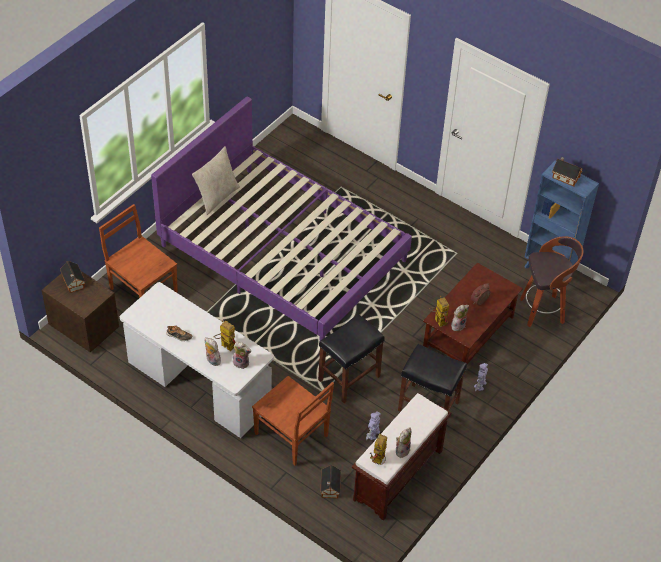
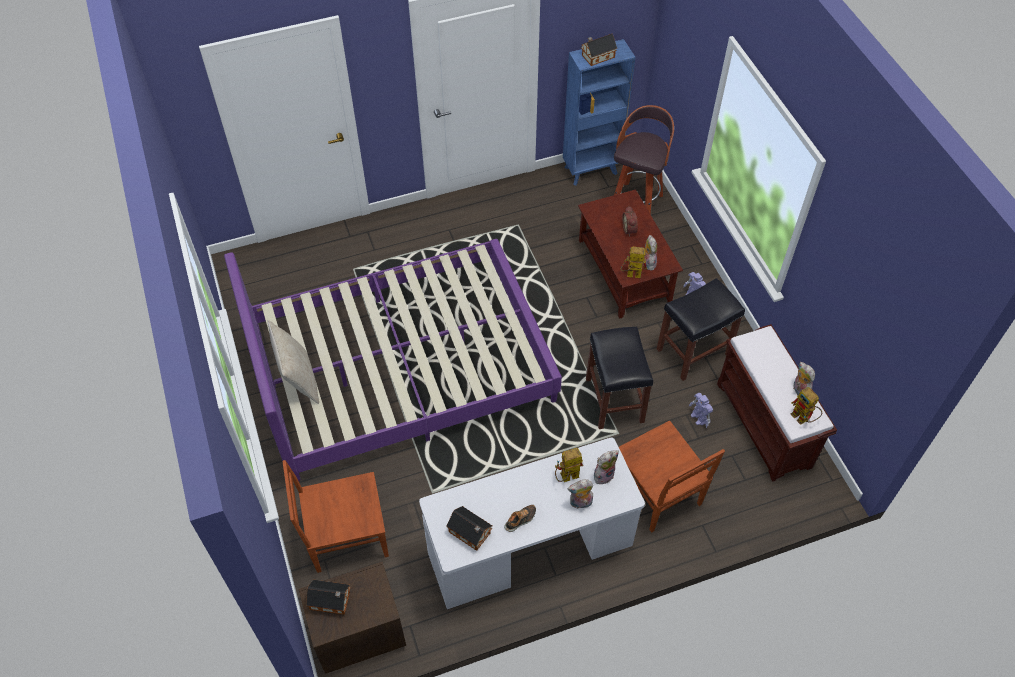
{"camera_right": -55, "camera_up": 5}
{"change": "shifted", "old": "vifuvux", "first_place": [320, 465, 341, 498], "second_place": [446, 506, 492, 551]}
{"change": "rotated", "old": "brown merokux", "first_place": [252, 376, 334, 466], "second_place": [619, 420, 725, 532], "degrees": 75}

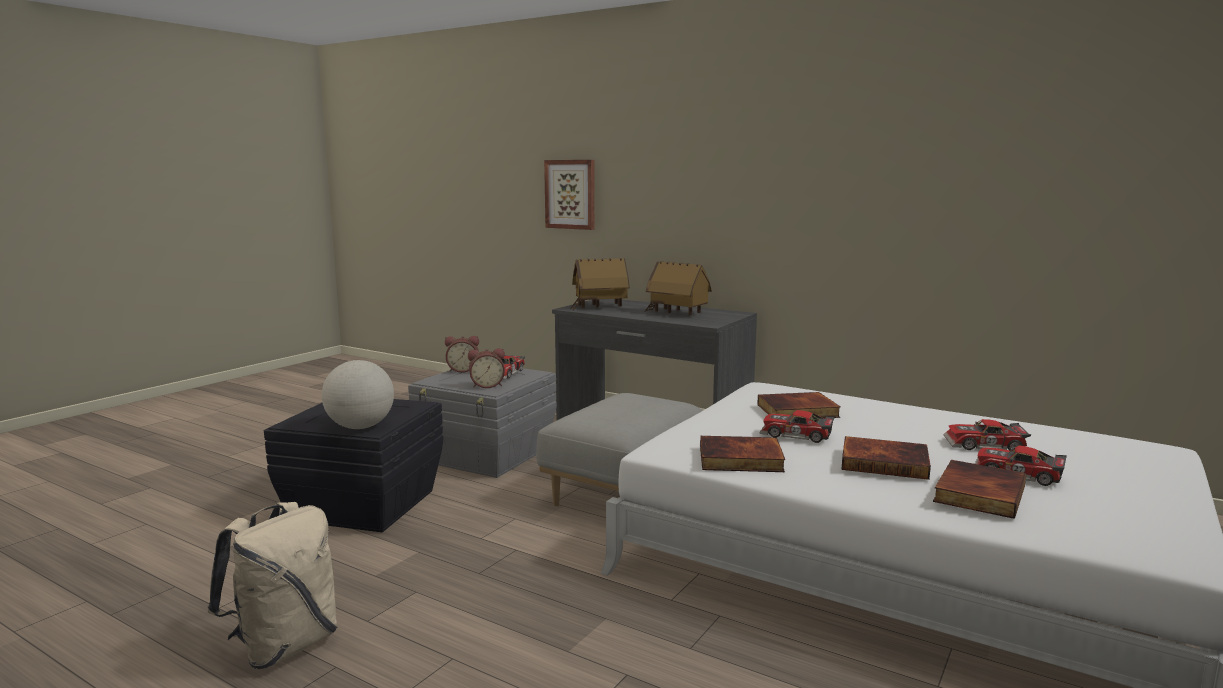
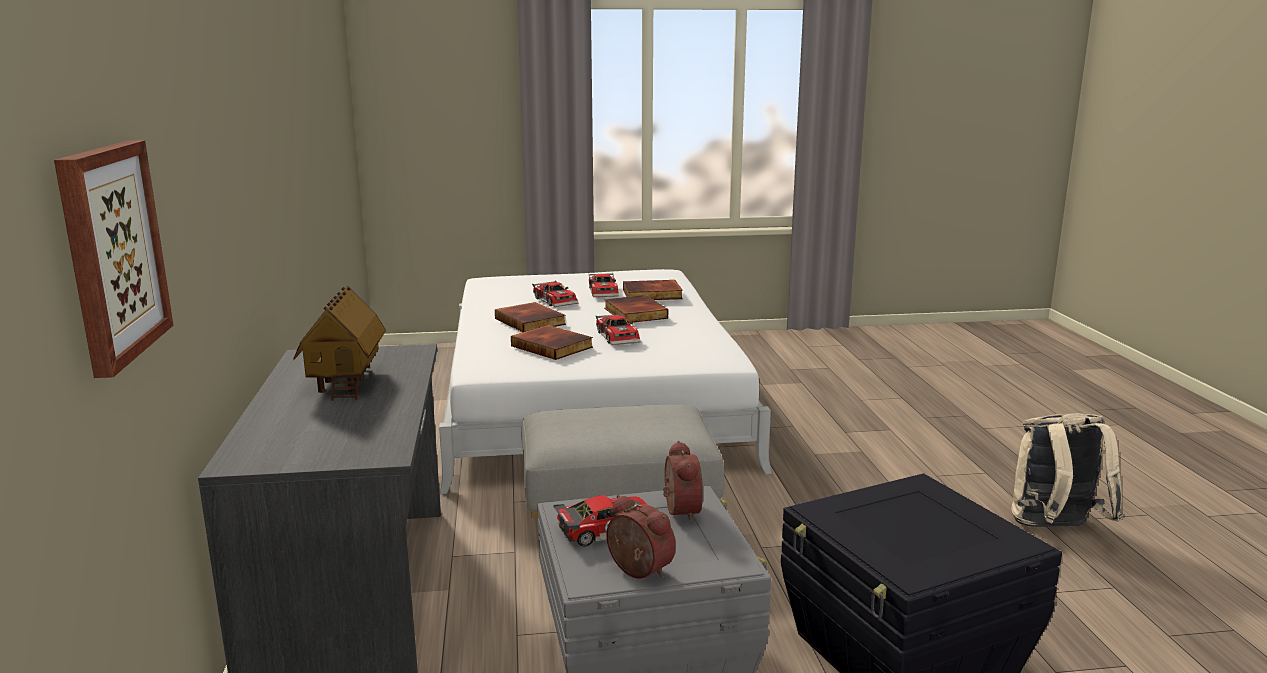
{"camera_right": -130, "camera_up": 5}
{"change": "shifted", "old": "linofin", "first_place": [700, 436, 785, 472], "second_place": [495, 302, 566, 332]}
{"change": "rotated", "old": "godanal", "first_place": [468, 348, 505, 388], "second_place": [663, 441, 703, 522], "degrees": 45}
{"change": "gone", "old": "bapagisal", "first_place": [322, 360, 394, 429]}
{"change": "gone", "old": "vifuvux", "first_place": [571, 258, 630, 311]}

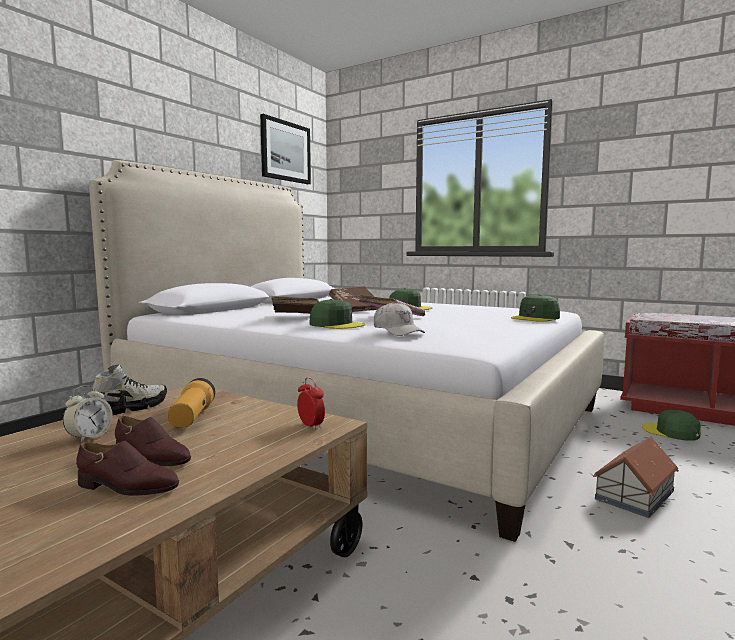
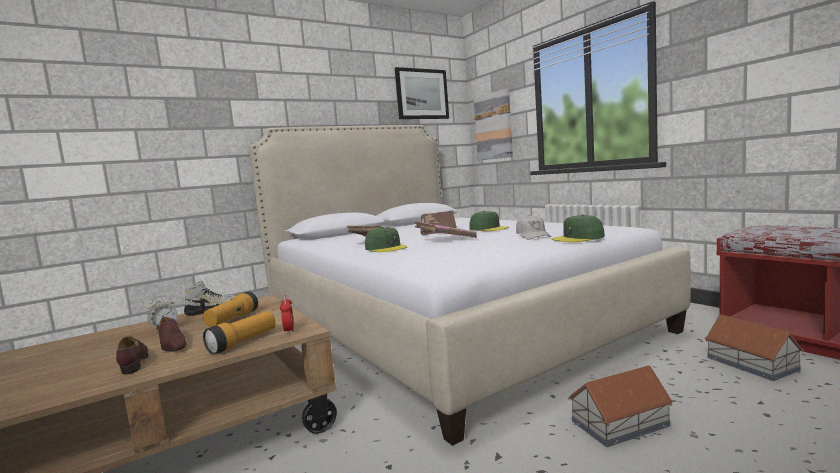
{"camera_right": 25, "camera_up": 0}
{"change": "rotated", "old": "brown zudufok", "first_place": [76, 440, 179, 496], "second_place": [116, 336, 149, 374], "degrees": -150}
{"change": "new", "new": "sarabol", "second_place": [203, 311, 275, 355]}
{"change": "new", "new": "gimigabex", "second_place": [473, 89, 513, 161]}
{"change": "shifted", "old": "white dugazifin", "first_place": [374, 302, 425, 336], "second_place": [516, 215, 551, 240]}
{"change": "swapped", "old": "green dugazifin", "new": "vifuvux", "first_place": [642, 410, 701, 441], "second_place": [704, 314, 804, 381]}

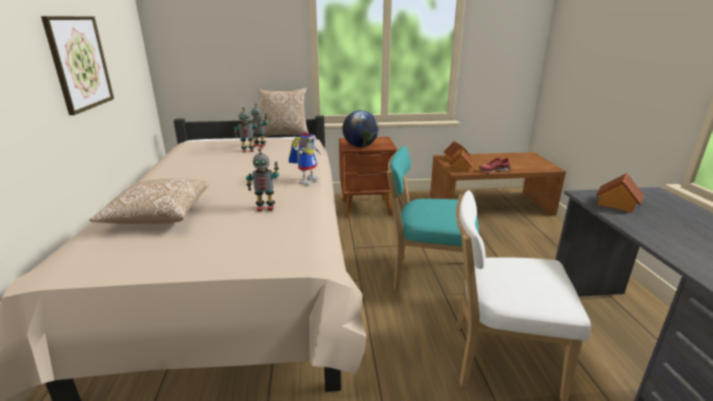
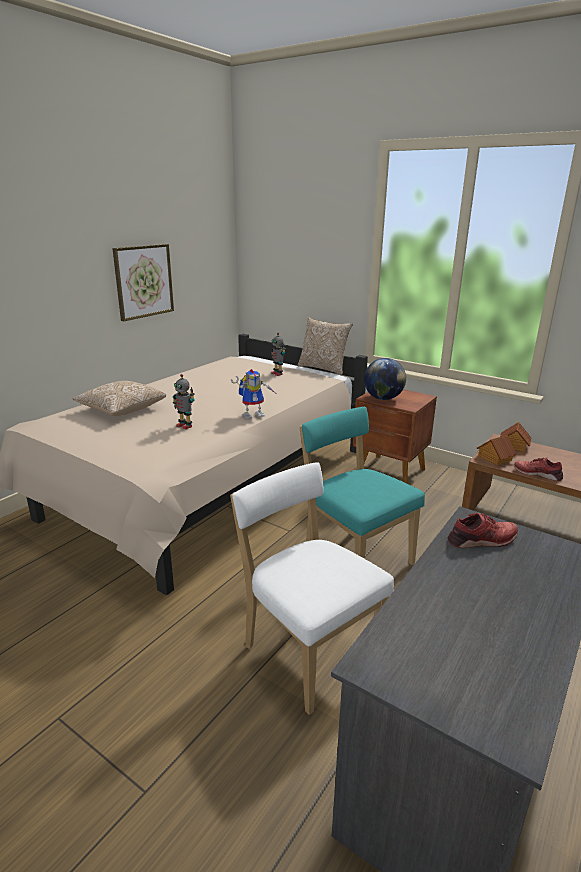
{"camera_right": 40, "camera_up": 0}
{"change": "swapped", "old": "vifuvux", "new": "red zudufok", "first_place": [596, 173, 644, 213], "second_place": [448, 513, 518, 548]}
{"change": "gone", "old": "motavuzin", "first_place": [234, 107, 257, 153]}

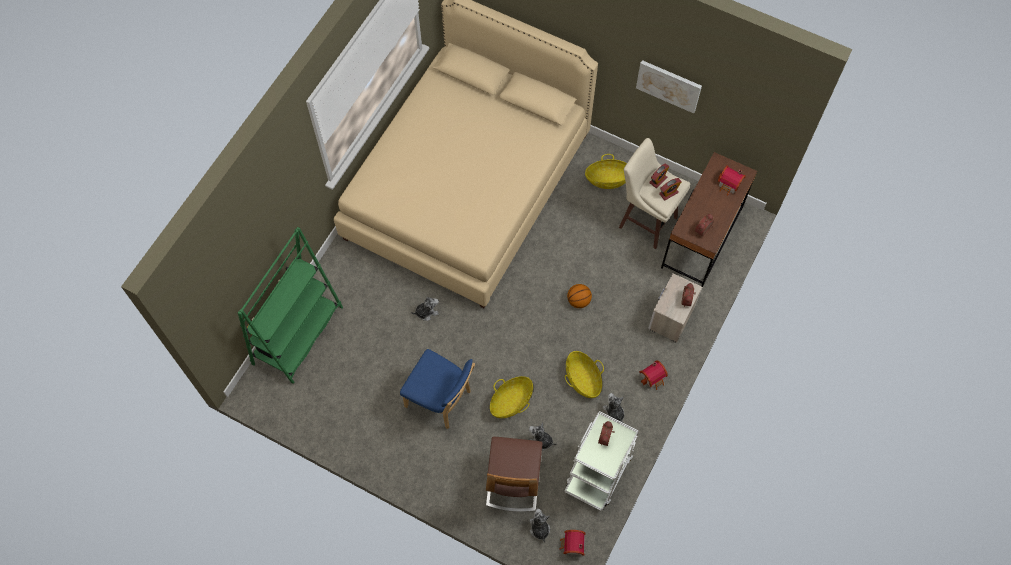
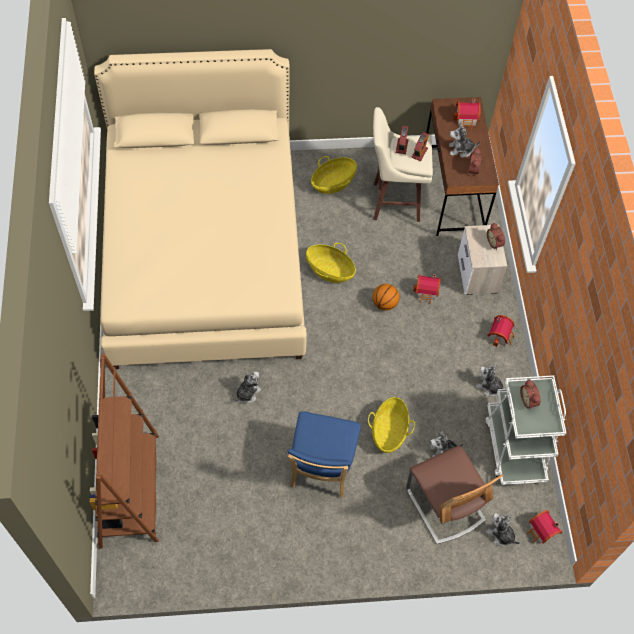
{"camera_right": -35, "camera_up": -5}
{"change": "repainted", "old": "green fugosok", "new": "brown fugosok", "first_place": [238, 227, 343, 384], "second_place": [90, 354, 159, 549]}
{"change": "rotated", "old": "blue merokux", "first_place": [400, 349, 475, 429], "second_place": [287, 411, 361, 498], "degrees": 105}
{"change": "shifted", "old": "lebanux", "first_place": [565, 351, 604, 398], "second_place": [306, 243, 356, 283]}
{"change": "new", "new": "vifuvux", "second_place": [413, 274, 441, 304]}
{"change": "new", "new": "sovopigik", "second_place": [449, 123, 480, 158]}
{"change": "gone", "old": "gimigabex", "first_place": [636, 60, 702, 113]}

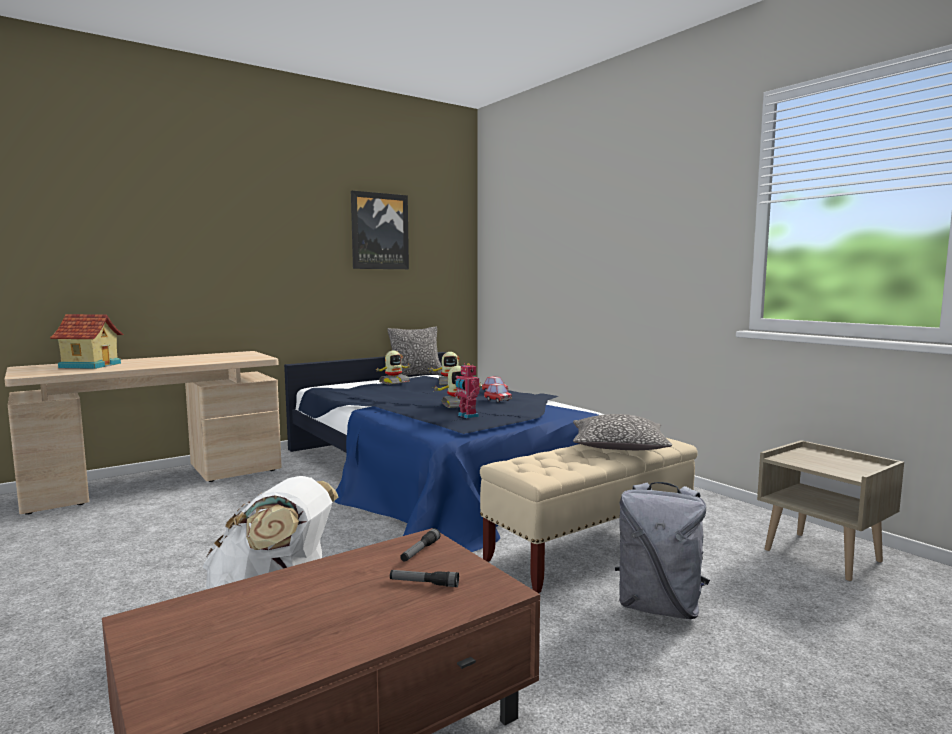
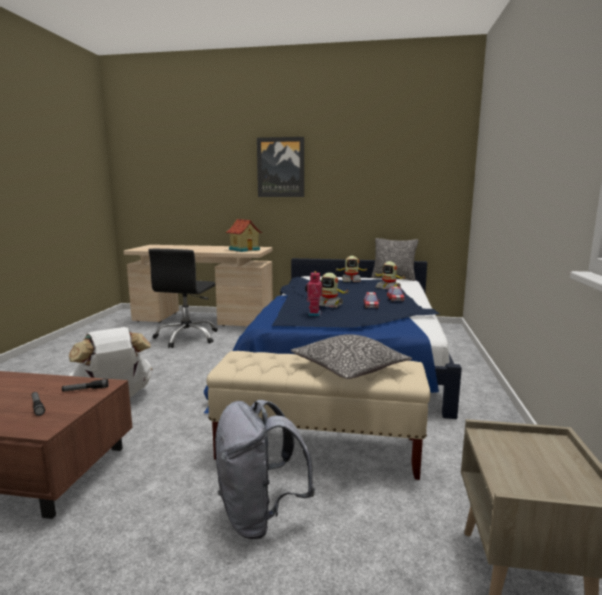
{"camera_right": 45, "camera_up": 5}
{"change": "new", "new": "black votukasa", "second_place": [149, 249, 218, 348]}
{"change": "shifted", "old": "vifuvux", "first_place": [50, 314, 124, 369], "second_place": [226, 219, 262, 252]}
{"change": "shifted", "old": "gimigabex", "first_place": [351, 191, 409, 269], "second_place": [257, 137, 304, 197]}

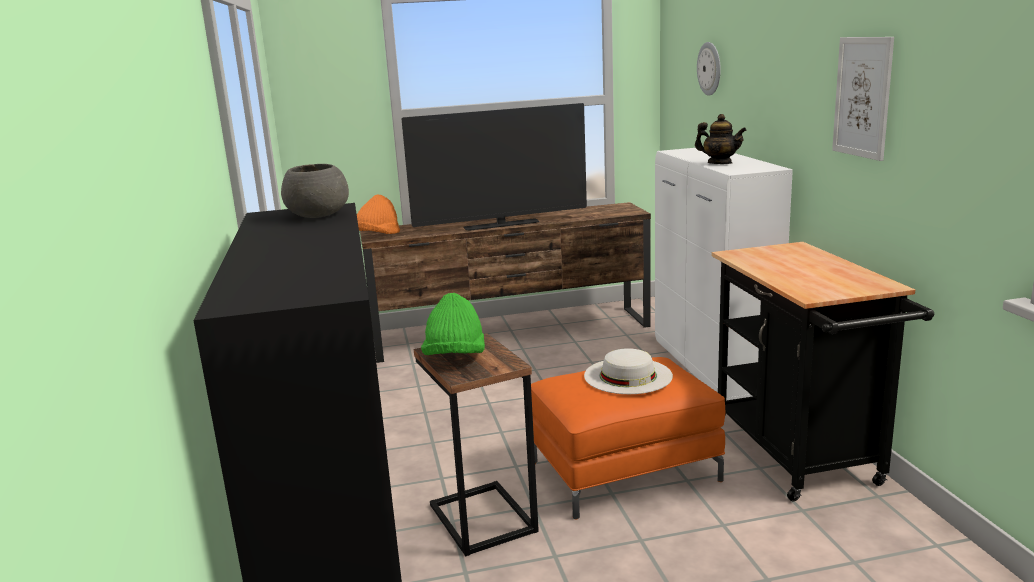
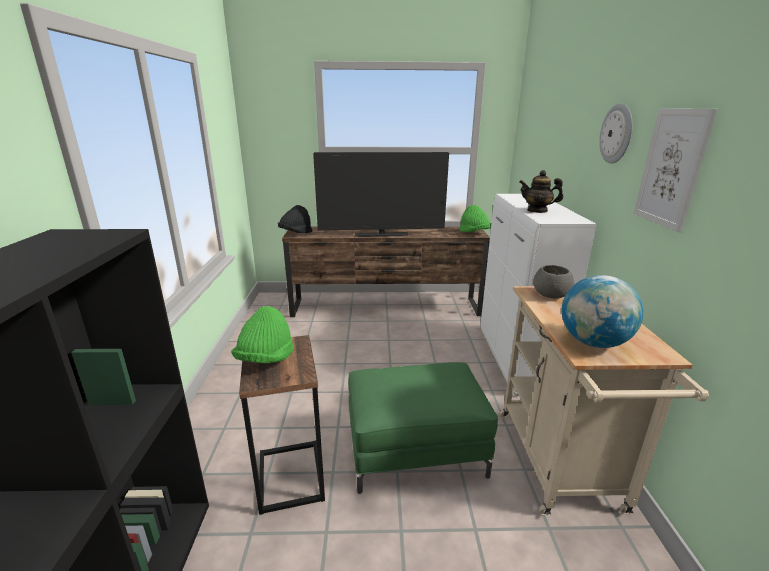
{"camera_right": 10, "camera_up": 5}
{"change": "repainted", "old": "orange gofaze", "new": "black gofaze", "first_place": [357, 195, 400, 234], "second_place": [278, 205, 312, 233]}
{"change": "repainted", "old": "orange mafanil", "new": "green mafanil", "first_place": [531, 357, 725, 519], "second_place": [348, 362, 498, 494]}
{"change": "new", "new": "green gofaze", "second_place": [459, 205, 491, 232]}
{"change": "repainted", "old": "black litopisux", "new": "beige litopisux", "first_place": [711, 242, 934, 501], "second_place": [499, 286, 709, 516]}
{"change": "rotated", "old": "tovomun", "first_place": [695, 114, 747, 164], "second_place": [519, 170, 563, 213], "degrees": 150}
{"change": "shifted", "old": "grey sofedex", "first_place": [281, 164, 349, 218], "second_place": [533, 265, 574, 298]}
{"change": "new", "new": "bapagisal", "second_place": [562, 275, 643, 348]}
{"change": "shifted", "old": "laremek", "first_place": [697, 42, 721, 96], "second_place": [599, 103, 633, 164]}
{"change": "gone", "old": "white gofaze", "first_place": [584, 348, 673, 394]}

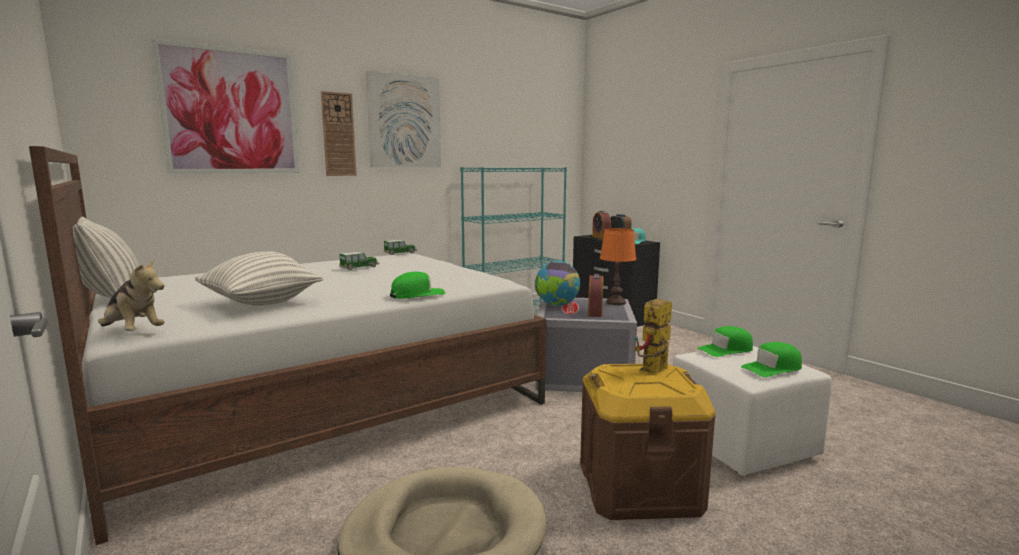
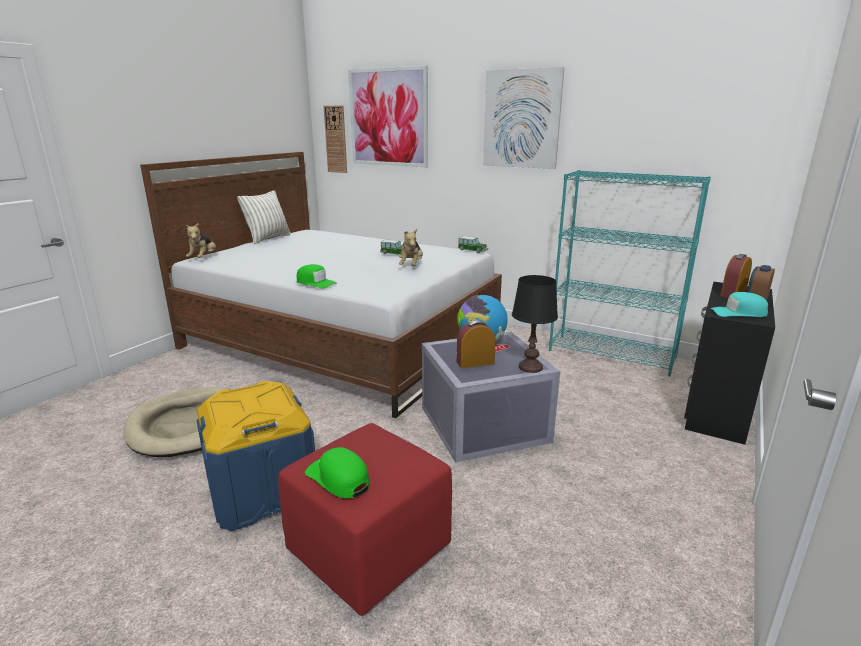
{"camera_right": 65, "camera_up": 10}
{"change": "repainted", "old": "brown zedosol", "new": "blue zedosol", "first_place": [580, 364, 716, 520], "second_place": [196, 381, 315, 531]}
{"change": "repainted", "old": "white mafanil", "new": "red mafanil", "first_place": [672, 346, 832, 476], "second_place": [278, 423, 452, 616]}
{"change": "shifted", "old": "laremek", "first_place": [321, 91, 357, 176], "second_place": [323, 106, 347, 173]}
{"change": "new", "new": "sovopigik", "second_place": [399, 229, 423, 266]}
{"change": "repainted", "old": "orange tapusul", "new": "black tapusul", "first_place": [600, 228, 636, 305], "second_place": [512, 275, 558, 373]}
{"change": "gone", "old": "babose", "first_place": [195, 251, 323, 306]}
{"change": "gone", "old": "motavuzin", "first_place": [634, 299, 672, 374]}
{"change": "gone", "old": "green dugazifin", "first_place": [697, 326, 753, 357]}

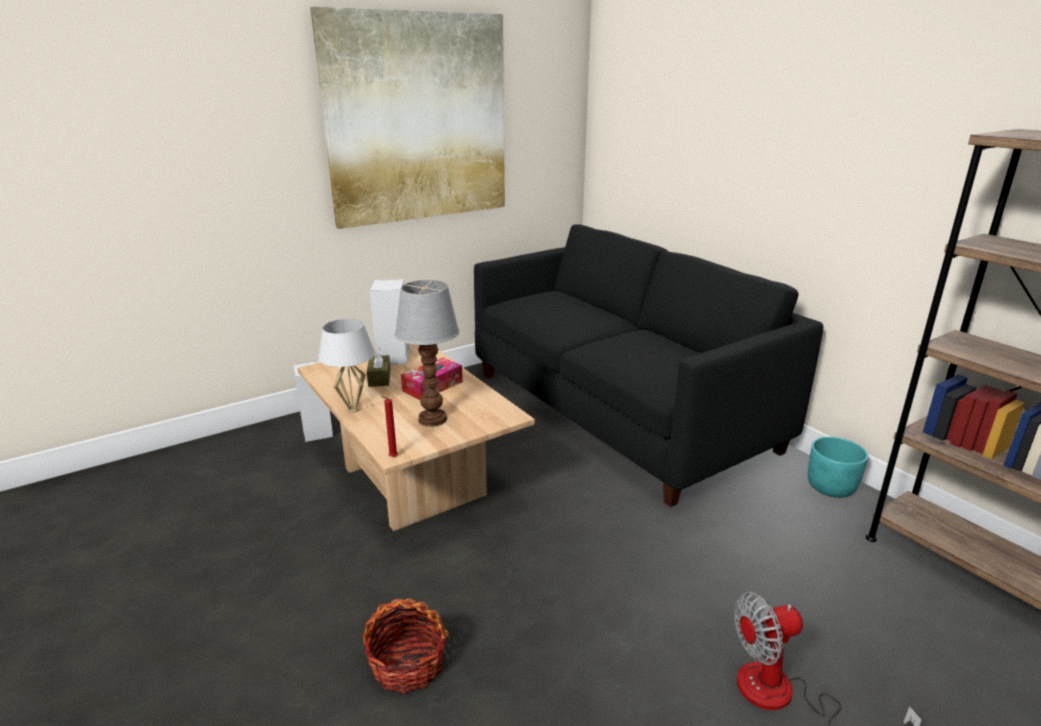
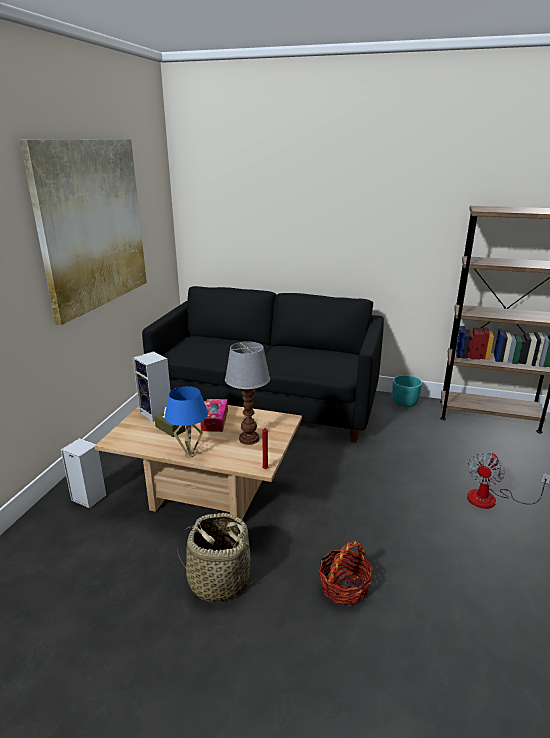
{"camera_right": -40, "camera_up": 0}
{"change": "repainted", "old": "white tapusul", "new": "blue tapusul", "first_place": [318, 319, 375, 413], "second_place": [165, 386, 208, 458]}
{"change": "new", "new": "lebanux", "second_place": [177, 513, 256, 602]}

